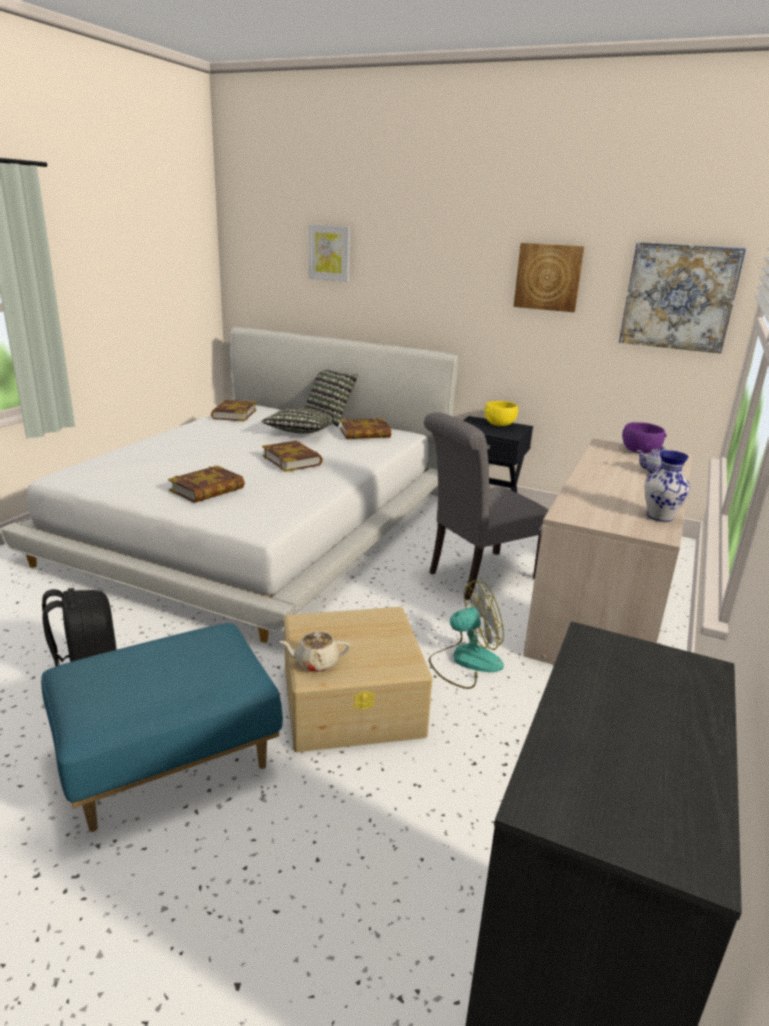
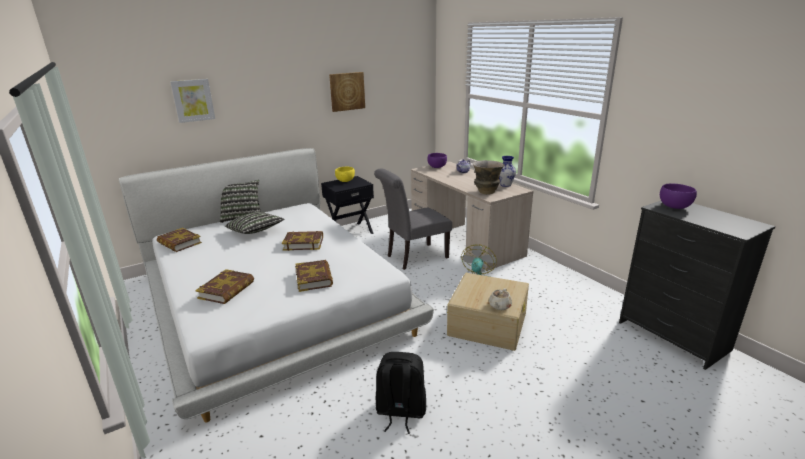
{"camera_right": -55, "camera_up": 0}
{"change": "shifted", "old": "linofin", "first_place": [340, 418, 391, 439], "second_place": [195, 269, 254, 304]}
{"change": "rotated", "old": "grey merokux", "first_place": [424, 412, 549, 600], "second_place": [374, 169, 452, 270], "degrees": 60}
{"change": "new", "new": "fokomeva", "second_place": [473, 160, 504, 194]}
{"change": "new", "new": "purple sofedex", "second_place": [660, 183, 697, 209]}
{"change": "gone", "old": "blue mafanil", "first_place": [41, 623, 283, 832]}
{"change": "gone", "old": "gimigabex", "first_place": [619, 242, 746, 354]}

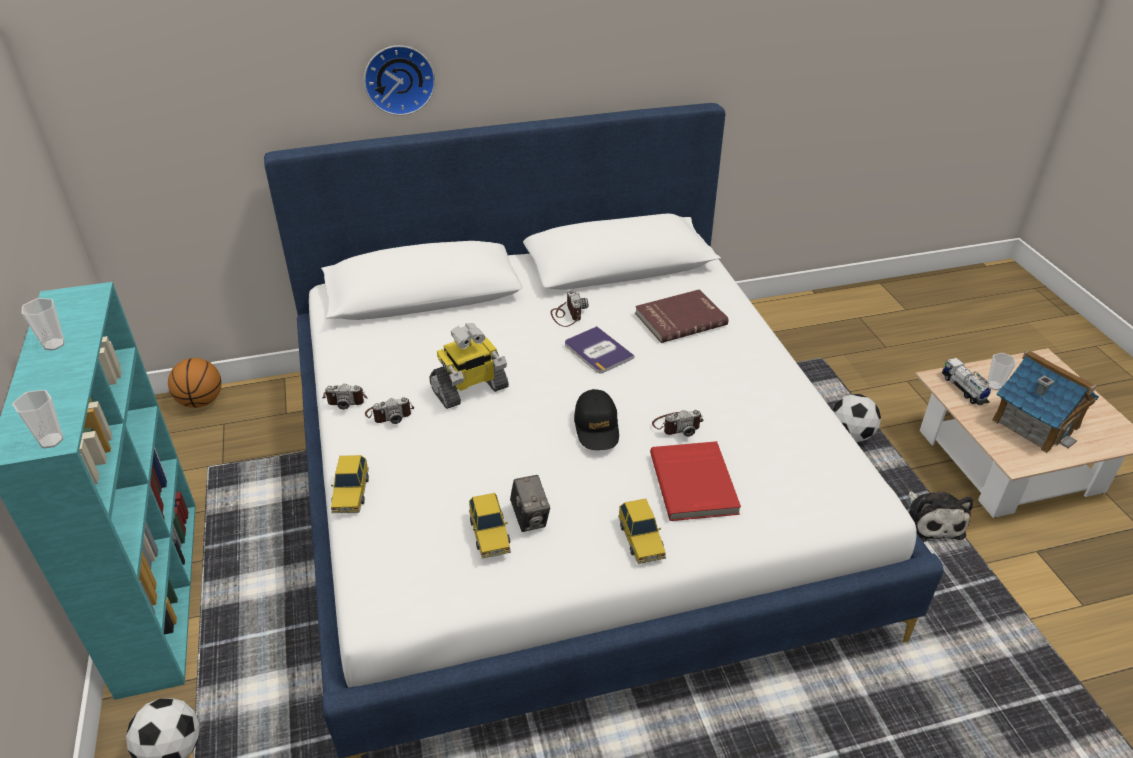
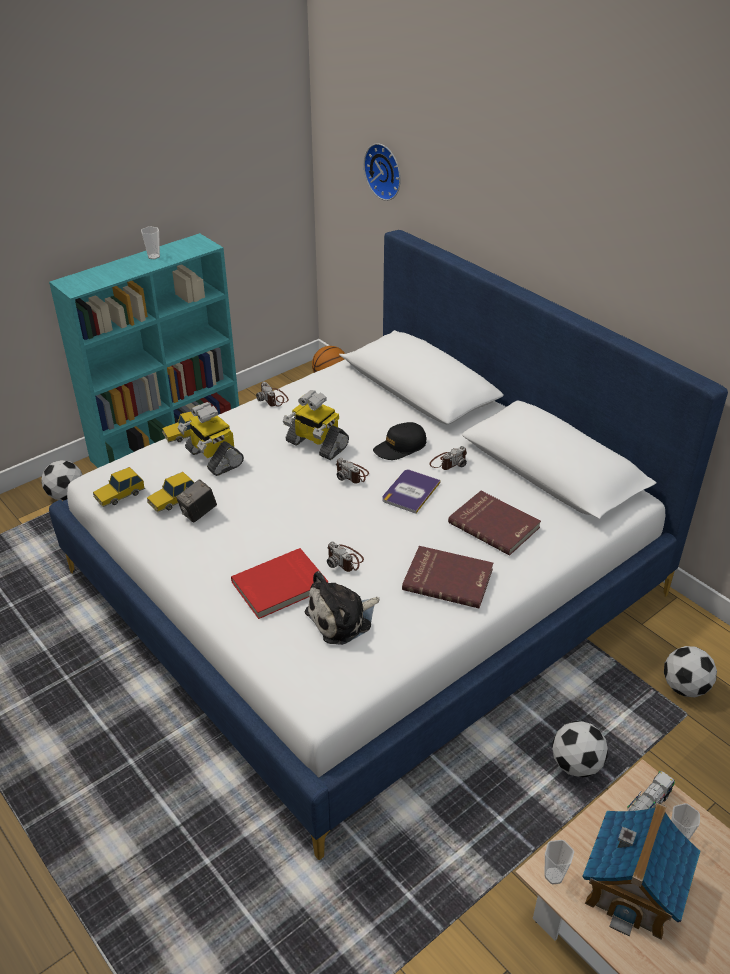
{"camera_right": 65, "camera_up": 0}
{"change": "shifted", "old": "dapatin", "first_place": [618, 499, 666, 564], "second_place": [93, 467, 145, 507]}
{"change": "new", "new": "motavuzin", "second_place": [177, 402, 244, 476]}
{"change": "shifted", "old": "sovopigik", "first_place": [905, 491, 973, 542], "second_place": [305, 571, 380, 645]}
{"change": "shifted", "old": "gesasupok", "first_place": [365, 397, 414, 424], "second_place": [336, 458, 369, 484]}
{"change": "shifted", "old": "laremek", "first_place": [364, 45, 435, 116], "second_place": [364, 143, 401, 201]}
{"change": "shifted", "old": "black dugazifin", "first_place": [574, 389, 619, 450], "second_place": [373, 422, 427, 460]}
{"change": "new", "new": "red linofin", "second_place": [402, 546, 493, 608]}
{"change": "shifted", "old": "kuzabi", "first_place": [12, 390, 64, 449], "second_place": [545, 840, 574, 884]}
{"change": "new", "new": "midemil", "second_place": [664, 646, 717, 697]}

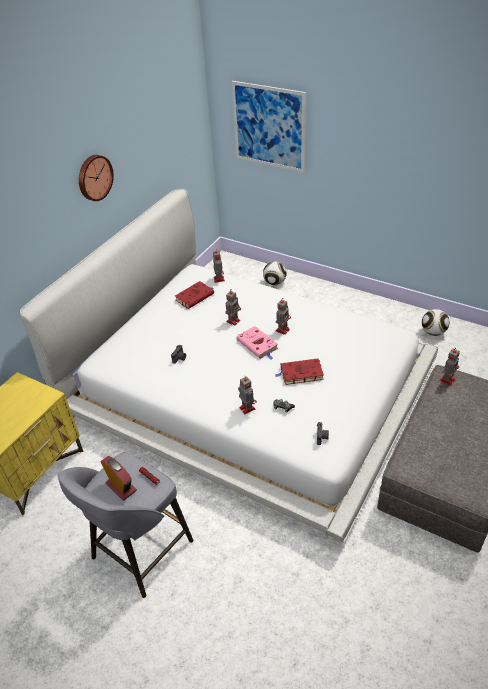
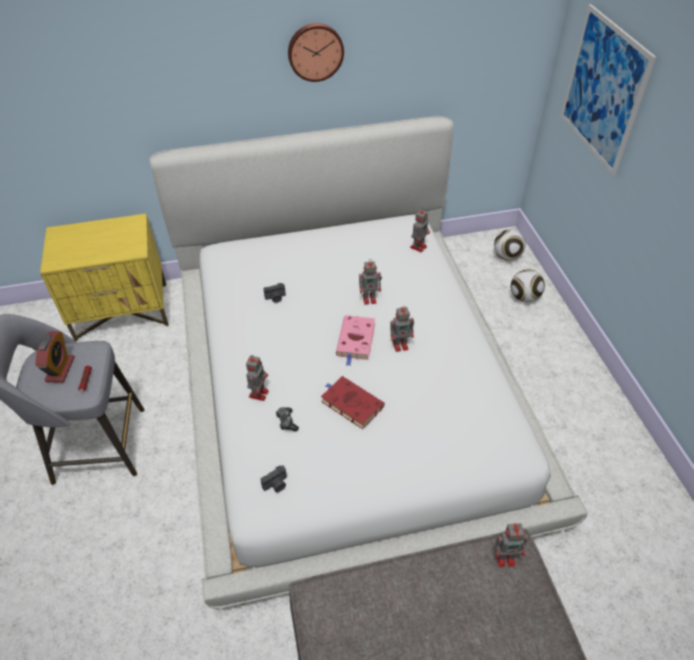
{"camera_right": 45, "camera_up": 5}
{"change": "shifted", "old": "midemil", "first_place": [422, 309, 449, 336], "second_place": [494, 230, 526, 261]}
{"change": "gone", "old": "red linofin", "first_place": [175, 281, 214, 309]}

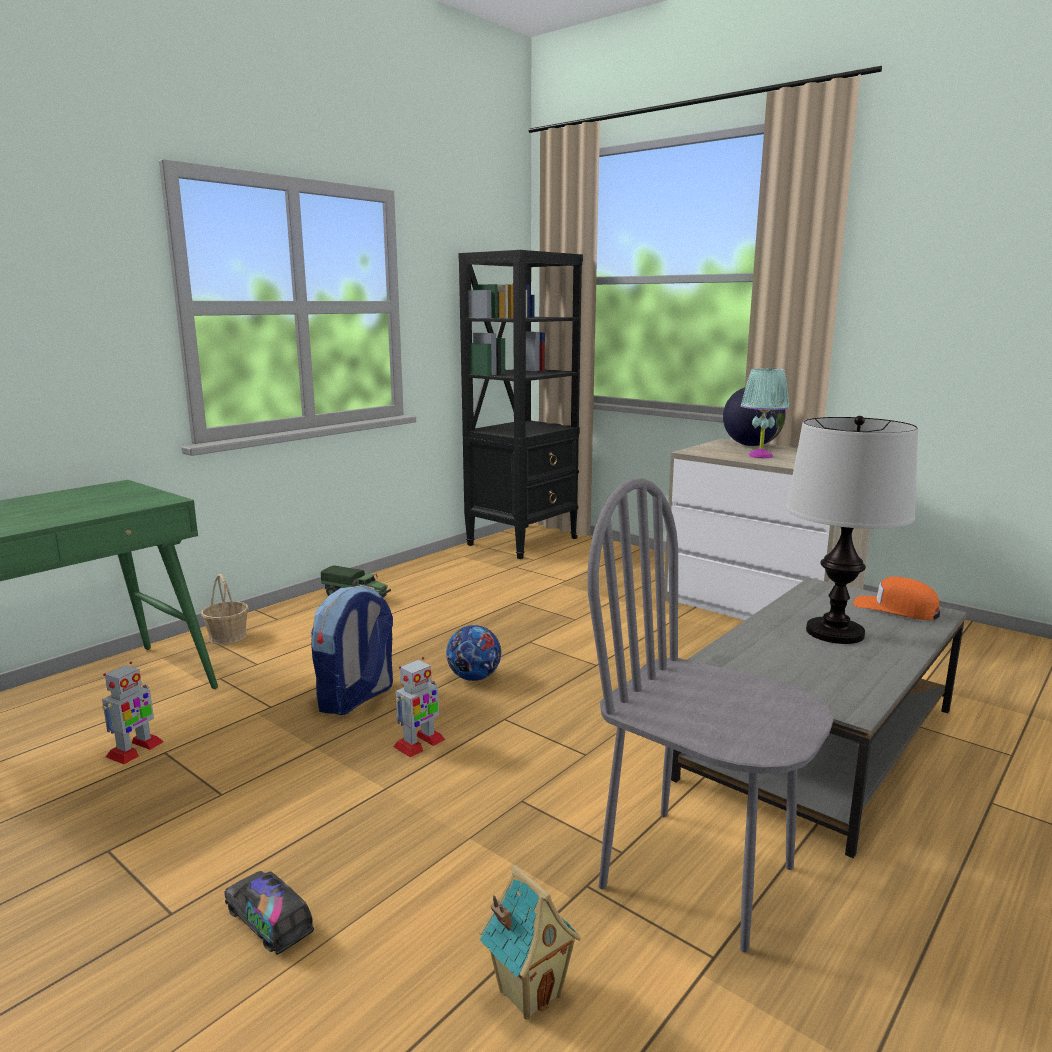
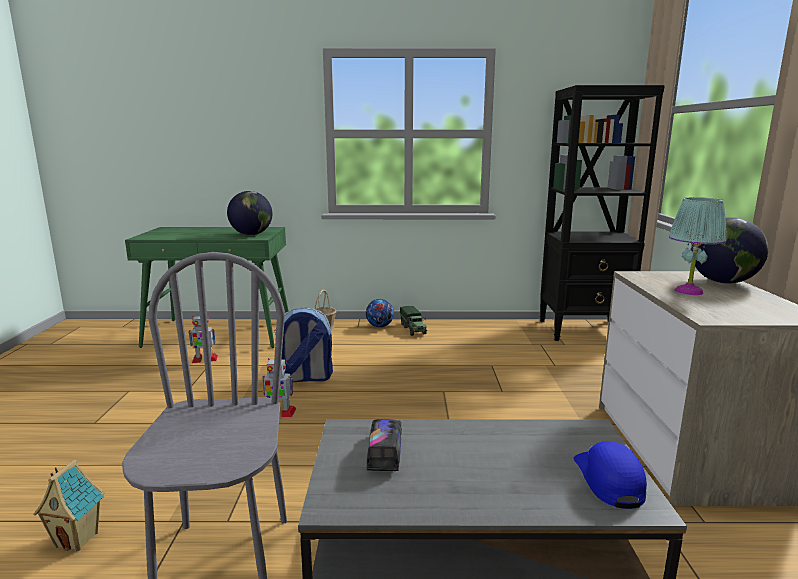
{"camera_right": 50, "camera_up": 0}
{"change": "new", "new": "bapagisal", "second_place": [227, 191, 272, 235]}
{"change": "shifted", "old": "midemil", "first_place": [446, 625, 501, 681], "second_place": [366, 299, 394, 327]}
{"change": "shifted", "old": "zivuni", "first_place": [224, 871, 314, 955], "second_place": [367, 419, 402, 471]}
{"change": "repainted", "old": "orange dugazifin", "new": "blue dugazifin", "first_place": [853, 577, 940, 620], "second_place": [574, 441, 647, 509]}
{"change": "gone", "old": "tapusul", "first_place": [786, 416, 918, 644]}

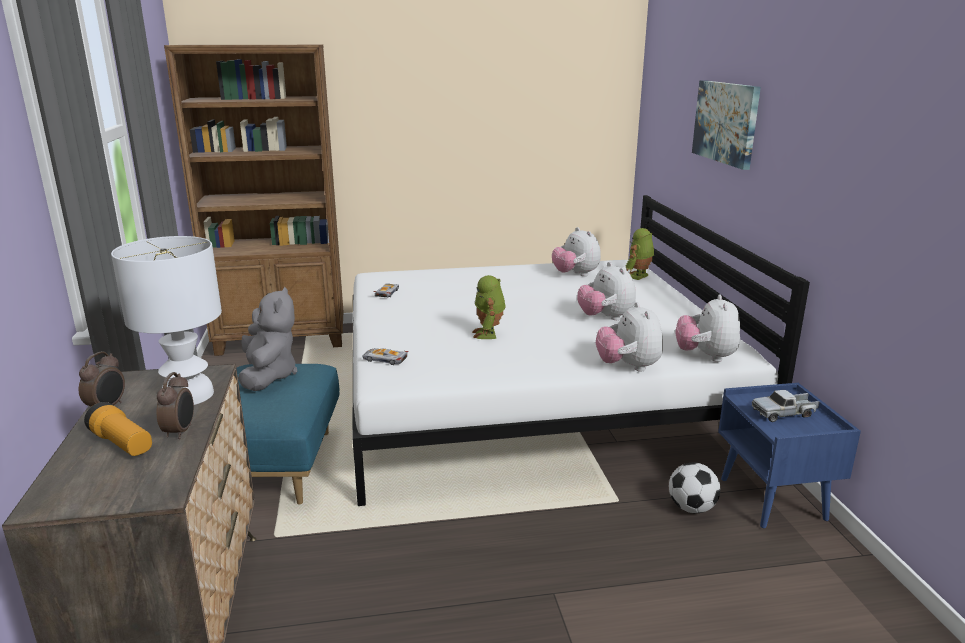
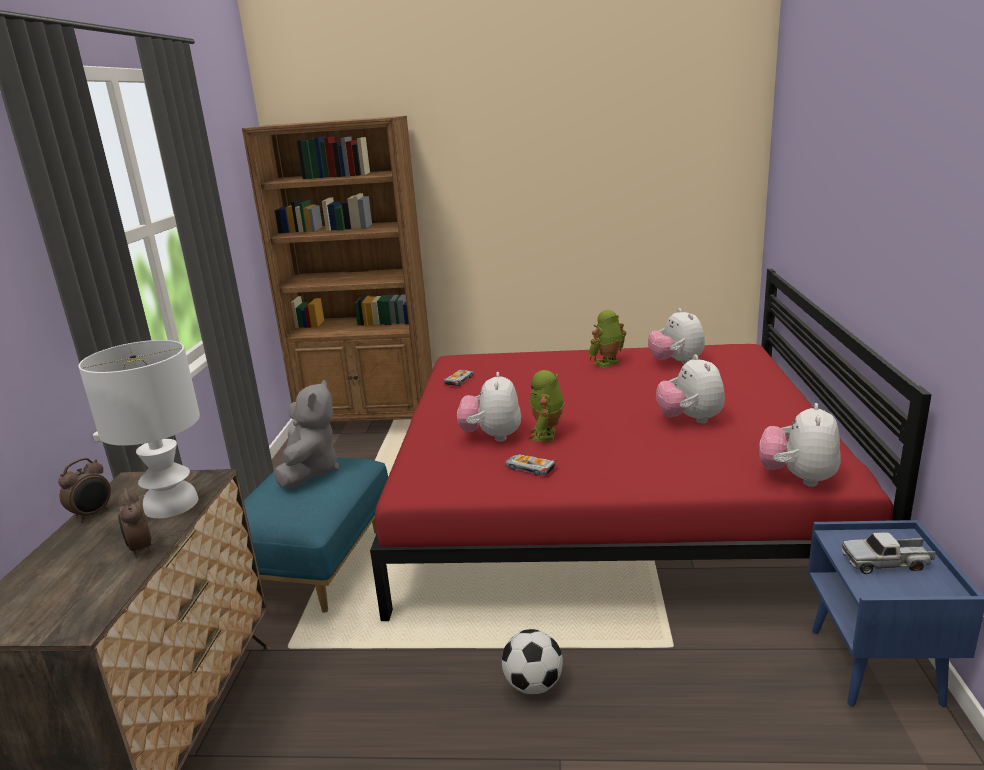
{"camera_right": 15, "camera_up": 0}
{"change": "rotated", "old": "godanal", "first_place": [157, 372, 194, 439], "second_place": [117, 488, 152, 558], "degrees": 135}
{"change": "repainted", "old": "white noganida", "new": "red noganida", "first_place": [353, 195, 810, 506], "second_place": [370, 269, 932, 621]}
{"change": "shifted", "old": "sovopigik", "first_place": [596, 302, 663, 372], "second_place": [457, 372, 521, 442]}
{"change": "shifted", "old": "midemil", "first_place": [669, 462, 720, 513], "second_place": [502, 629, 563, 695]}
{"change": "shifted", "old": "dapatin", "first_place": [363, 348, 408, 365], "second_place": [505, 454, 556, 476]}
{"change": "shifted", "old": "motavuzin", "first_place": [626, 228, 654, 280], "second_place": [588, 310, 626, 368]}
{"change": "gone", "old": "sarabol", "first_place": [84, 402, 152, 456]}
{"change": "gone", "old": "gimigabex", "first_place": [692, 80, 761, 170]}

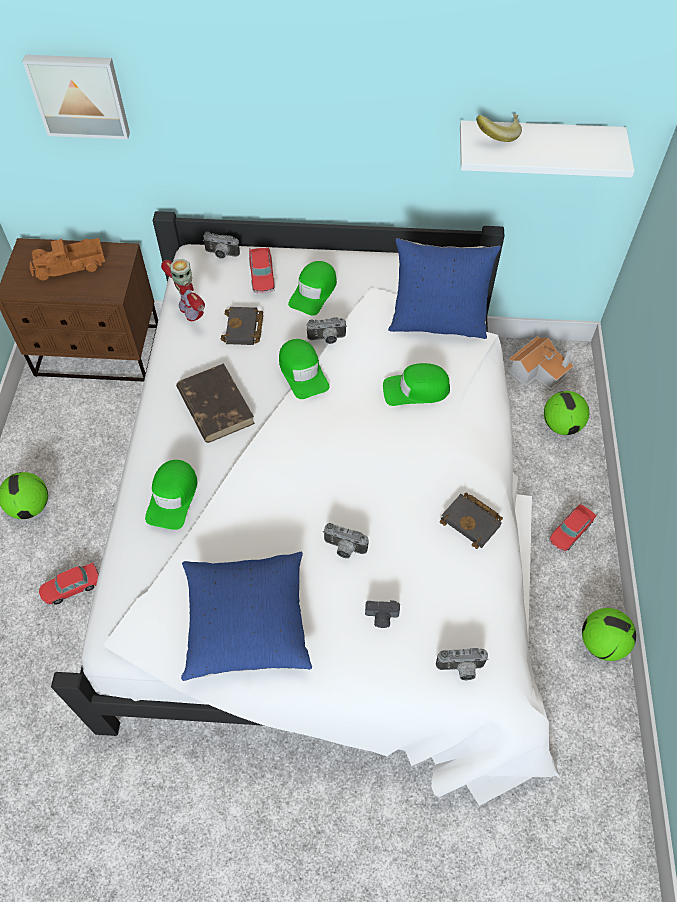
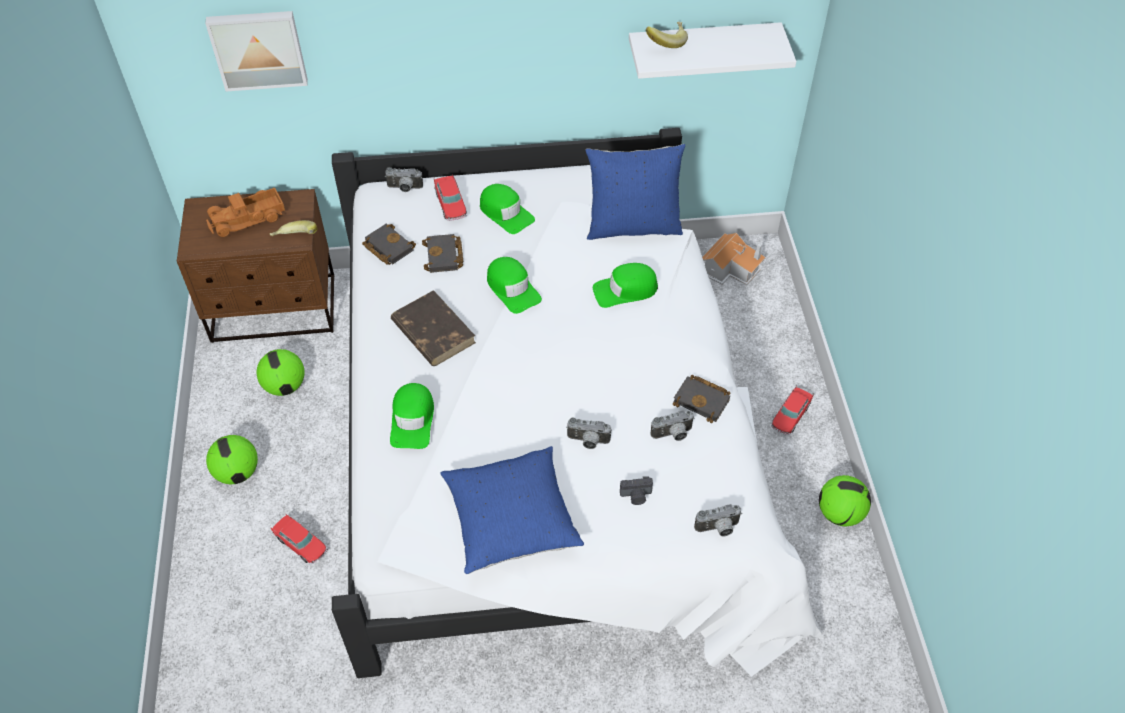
{"camera_right": -10, "camera_up": -5}
{"change": "shifted", "old": "midemil", "first_place": [544, 391, 589, 435], "second_place": [257, 349, 304, 396]}
{"change": "new", "new": "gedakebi", "second_place": [270, 220, 318, 236]}
{"change": "rotated", "old": "dapatin", "first_place": [39, 562, 99, 605], "second_place": [270, 513, 327, 564], "degrees": -105}
{"change": "swapped", "old": "motavuzin", "new": "black linofin", "first_place": [161, 259, 205, 321], "second_place": [362, 224, 416, 265]}
{"change": "rotated", "old": "green dugazifin", "first_place": [288, 261, 337, 316], "second_place": [480, 184, 535, 234], "degrees": -60}
{"change": "shifted", "old": "gesasupok", "first_place": [307, 317, 347, 344], "second_place": [651, 410, 695, 441]}

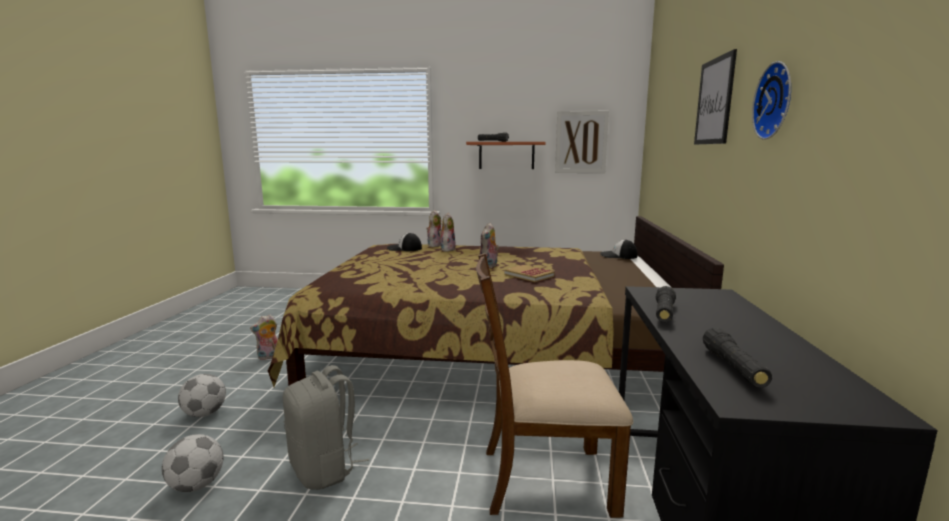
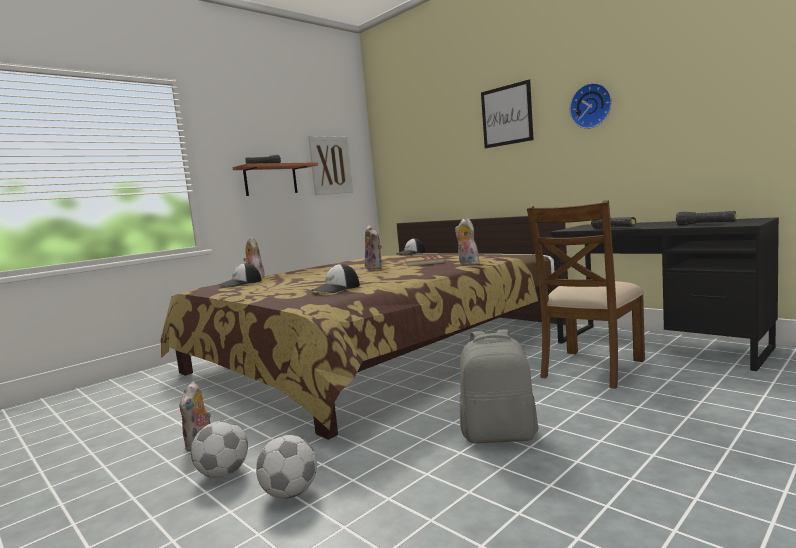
{"camera_right": -50, "camera_up": -5}
{"change": "shifted", "old": "midemil", "first_place": [162, 434, 224, 492], "second_place": [191, 421, 248, 478]}
{"change": "new", "new": "dugazifin", "second_place": [310, 264, 360, 293]}
{"change": "shifted", "old": "sovopigik", "first_place": [439, 213, 456, 252], "second_place": [455, 218, 479, 265]}

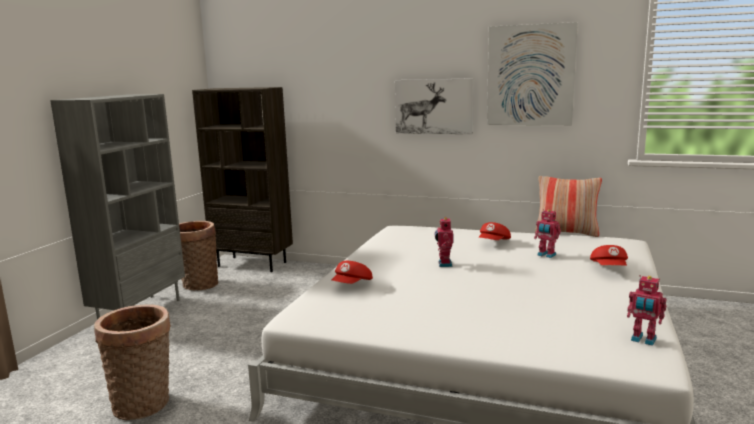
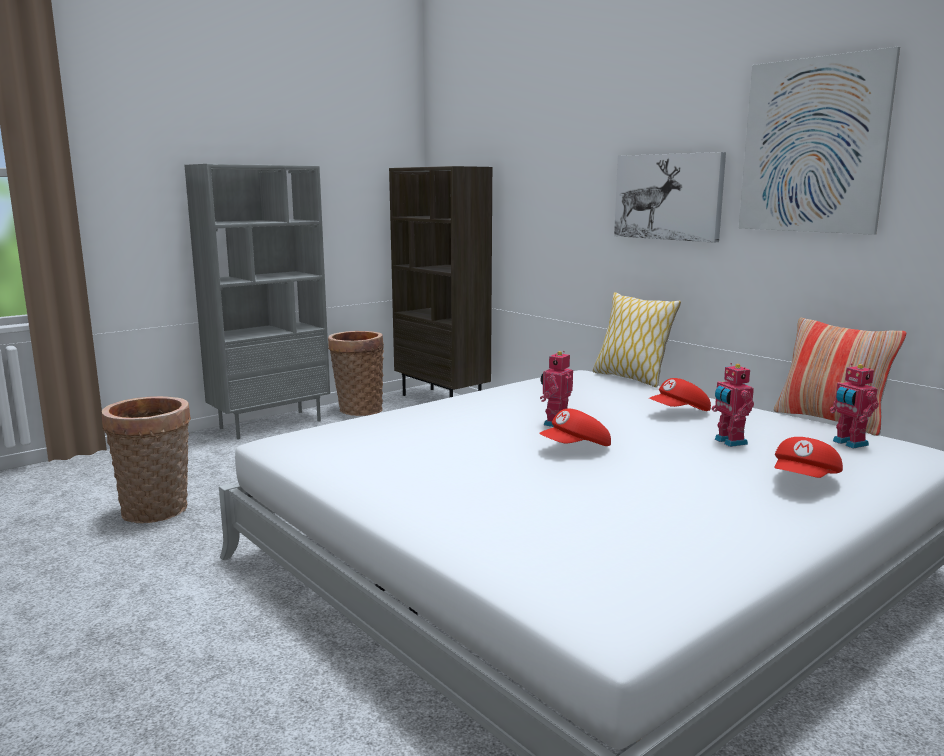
{"camera_right": 30, "camera_up": 0}
{"change": "shifted", "old": "red dugazifin", "first_place": [331, 261, 373, 284], "second_place": [539, 409, 611, 446]}
{"change": "new", "new": "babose", "second_place": [593, 292, 681, 388]}
{"change": "shifted", "old": "motavuzin", "first_place": [627, 275, 666, 346], "second_place": [830, 363, 879, 448]}

